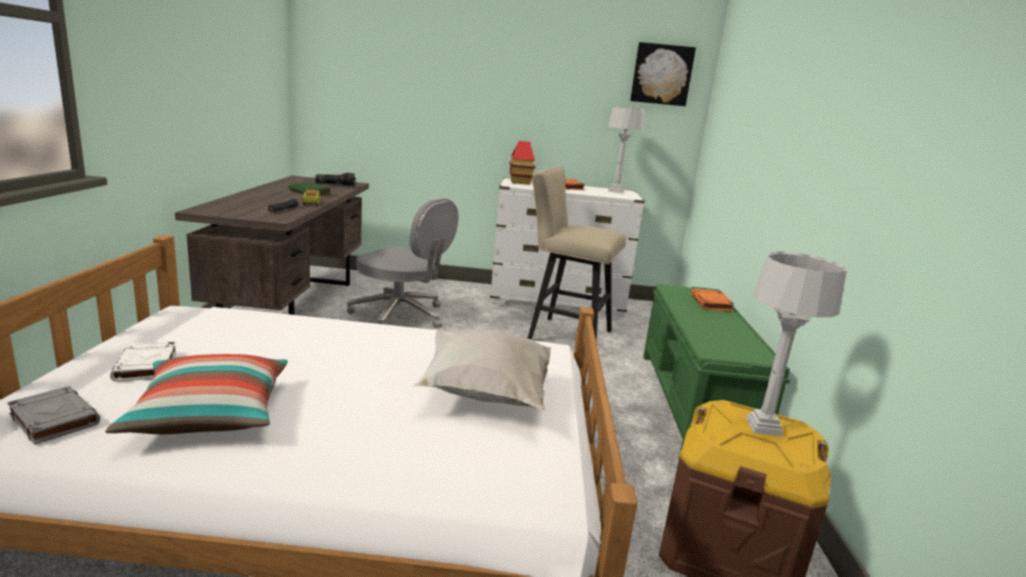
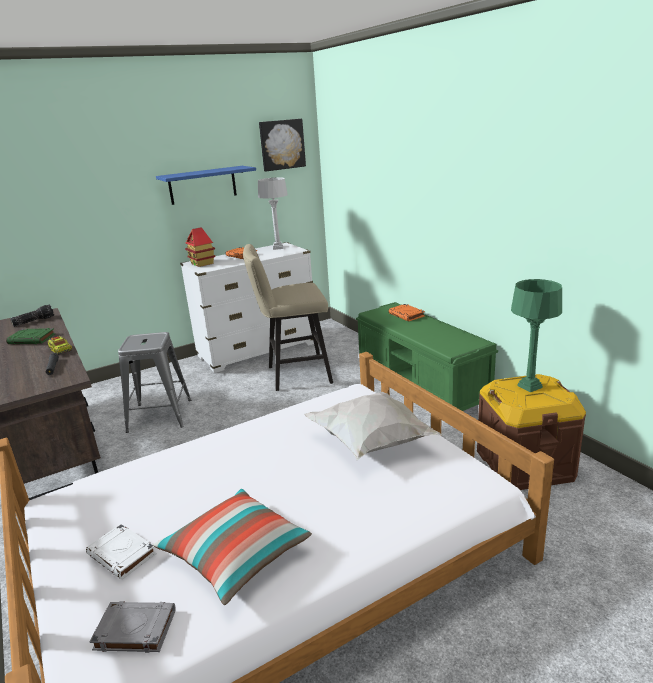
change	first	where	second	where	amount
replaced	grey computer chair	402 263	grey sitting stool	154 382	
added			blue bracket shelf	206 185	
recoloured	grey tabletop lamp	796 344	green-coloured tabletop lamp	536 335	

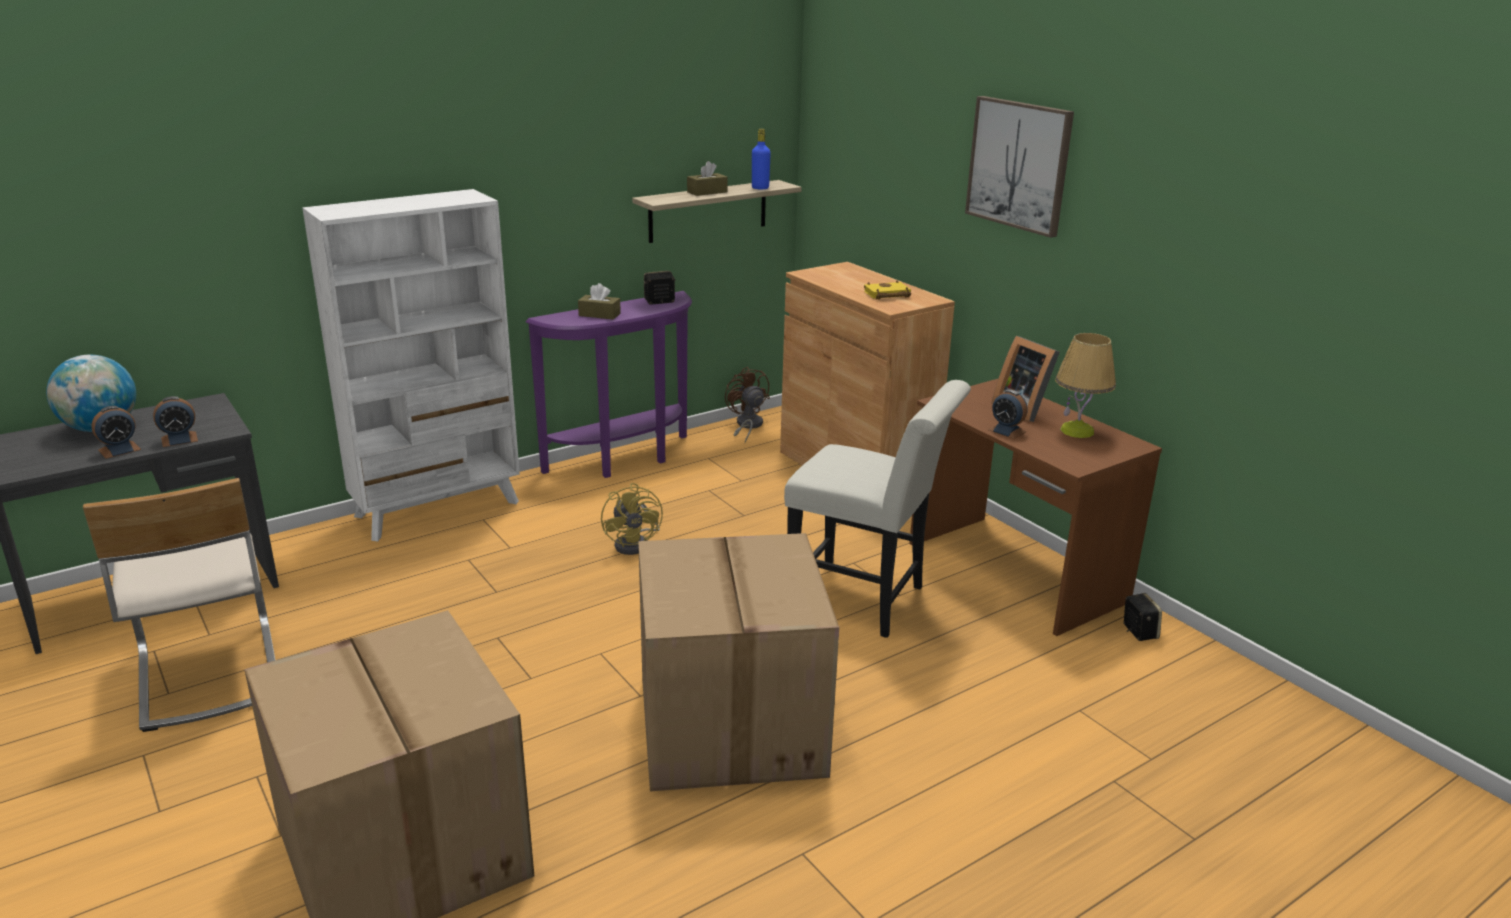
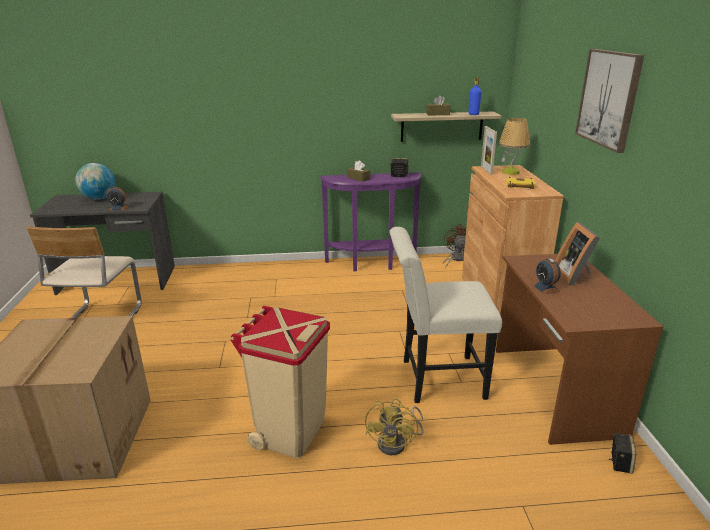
change	first	where	second	where	amount
replaced	cardboard box	738 662	beige-coloured trash can	280 382	
moved	yellow-coloured fan	632 519		394 426	
turned	whitish chair	877 509		445 315	120 degrees clockwise
added			standing frame	489 150	
moved	tabletop lamp	1085 385		514 146	
removed	table clock	116 432			
removed	whitish bookshelf	411 365			

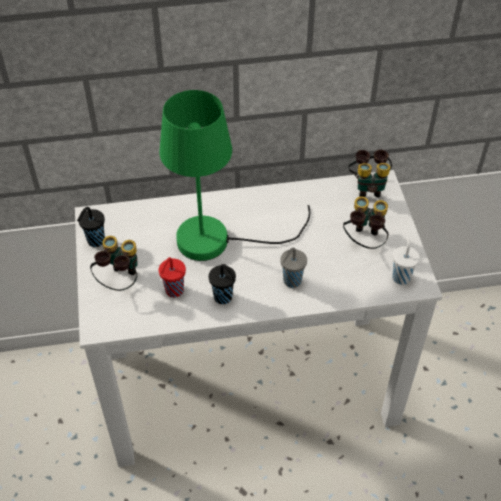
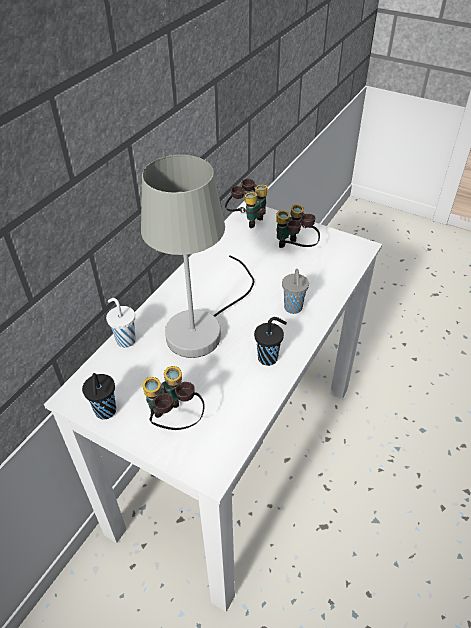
change	first	where	second	where	amount
moved	whitish cup	406 261		121 323	
recoloured	green-coloured tabletop lamp	234 175	grey tabletop lamp	197 256	
removed	reddish cup	172 277			

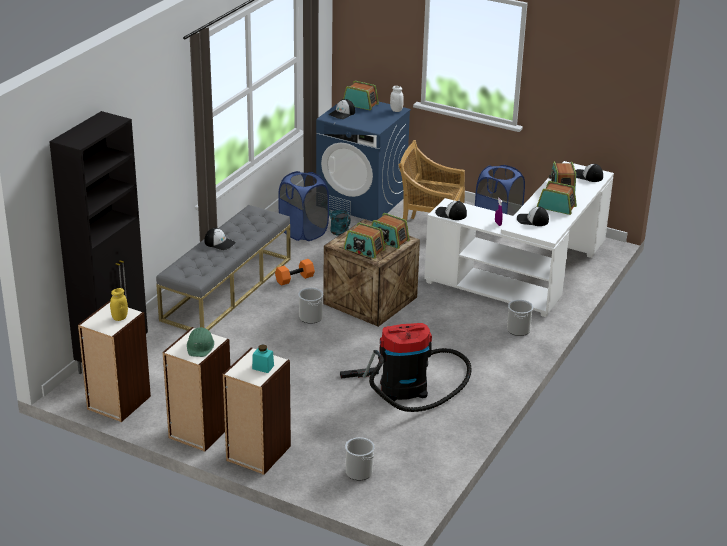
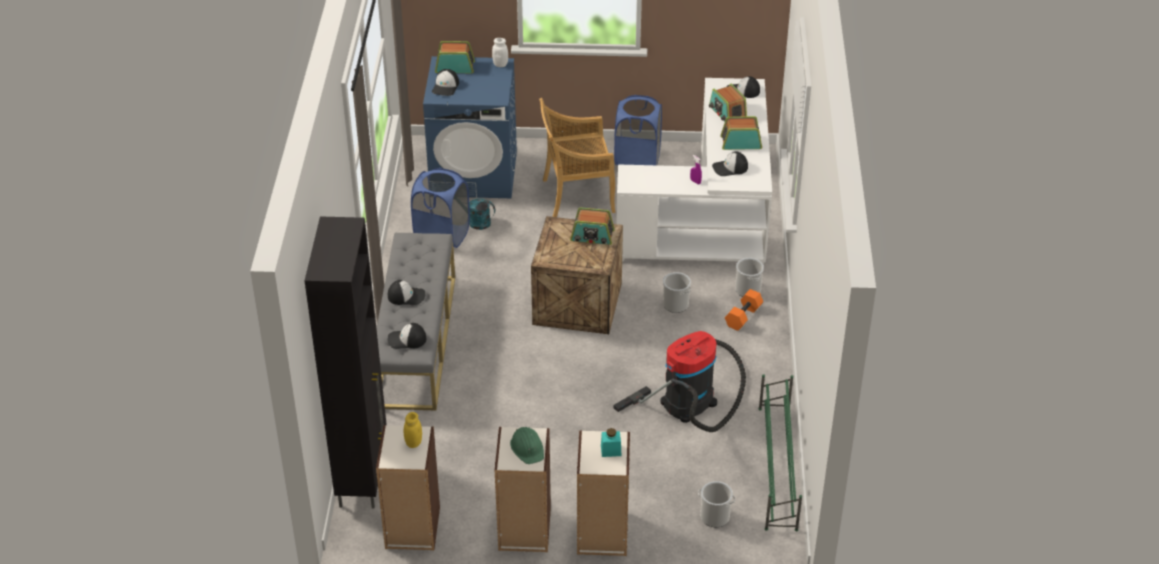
change	first	where	second	where	amount
moved	peaked cap	451 210		407 336	
moved	water bucket	310 306		677 292	
moved	orange-coloured dumbbell	295 272		744 310	
added			green-coloured shoe stand	780 452	
removed	radio set	364 240			

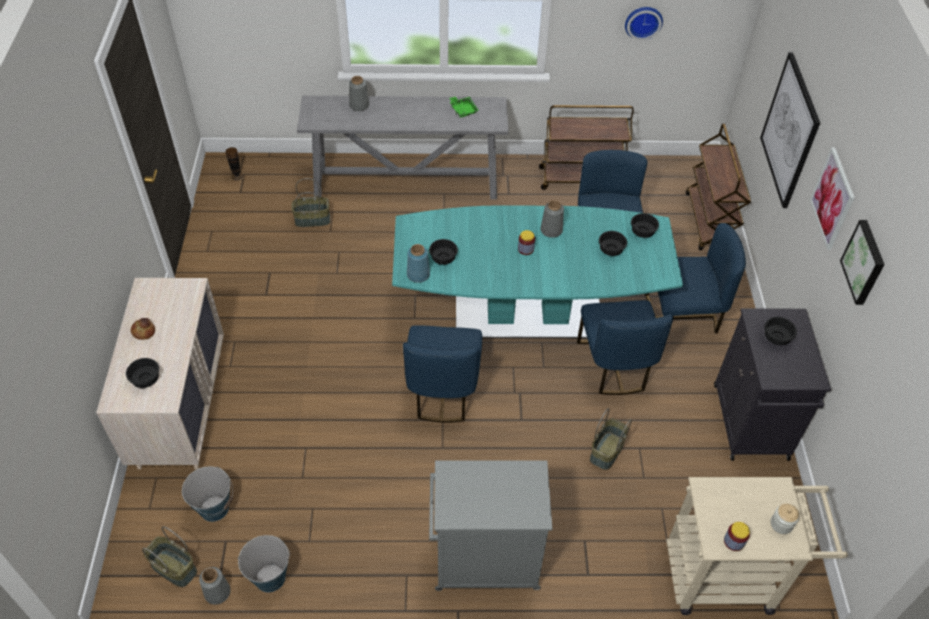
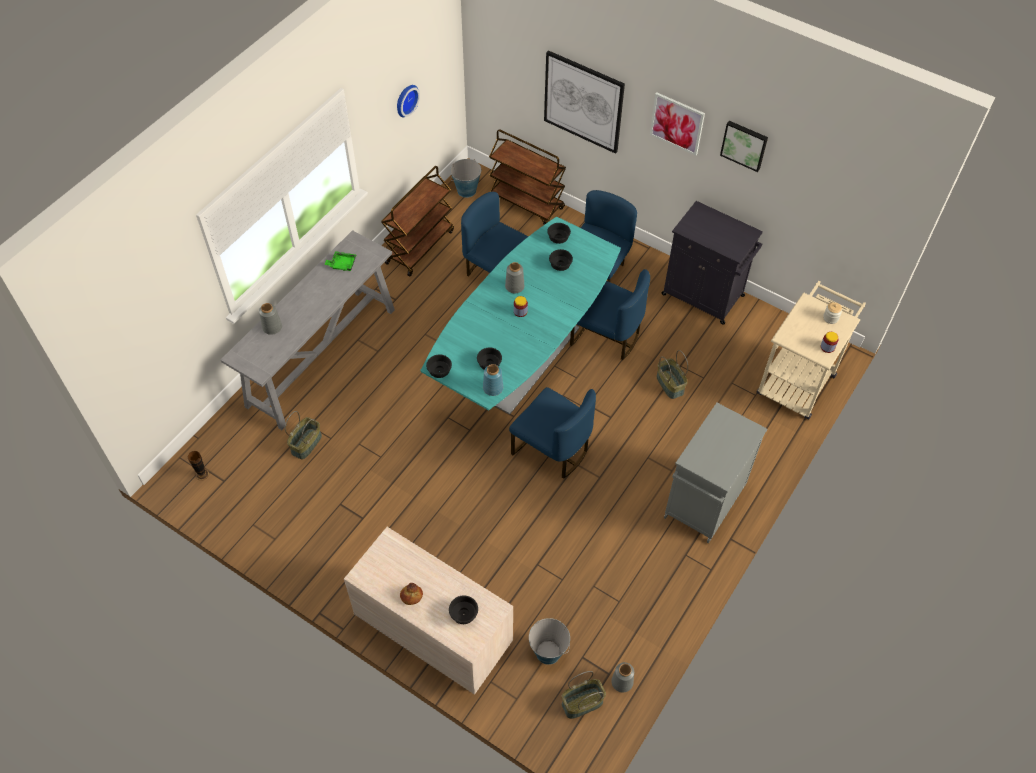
change	first	where	second	where	amount
moved	black bowl	781 331		439 366	
moved	water bucket	264 563		465 178	

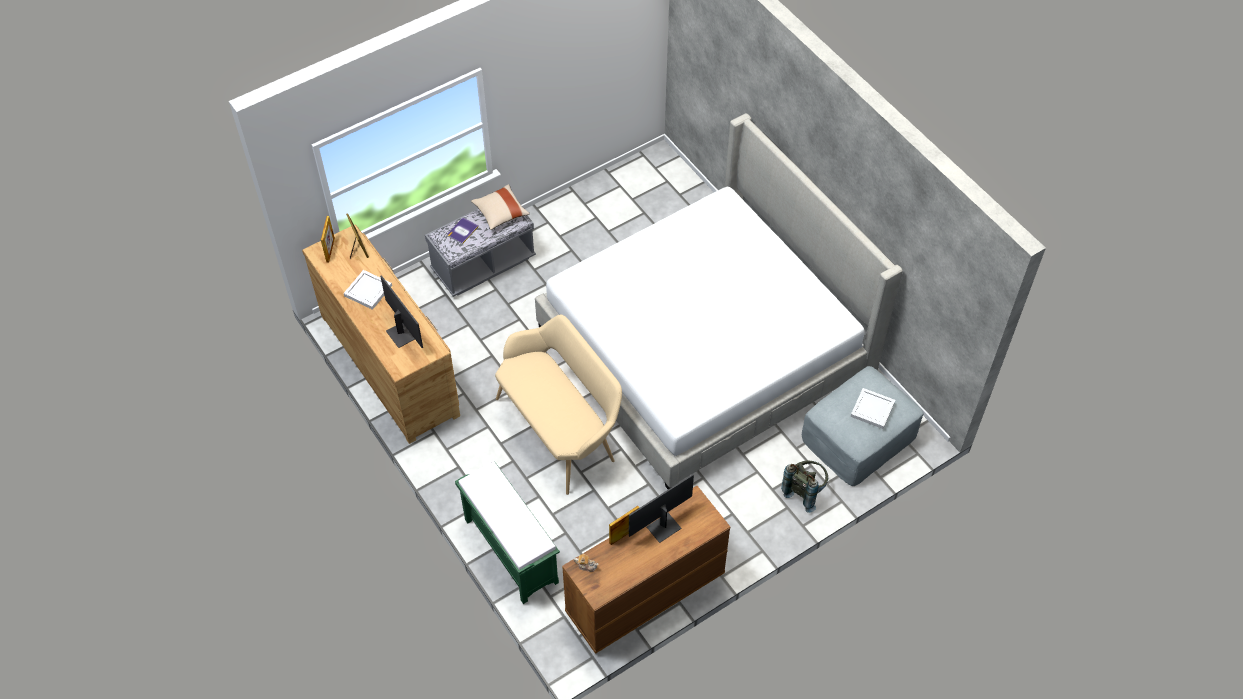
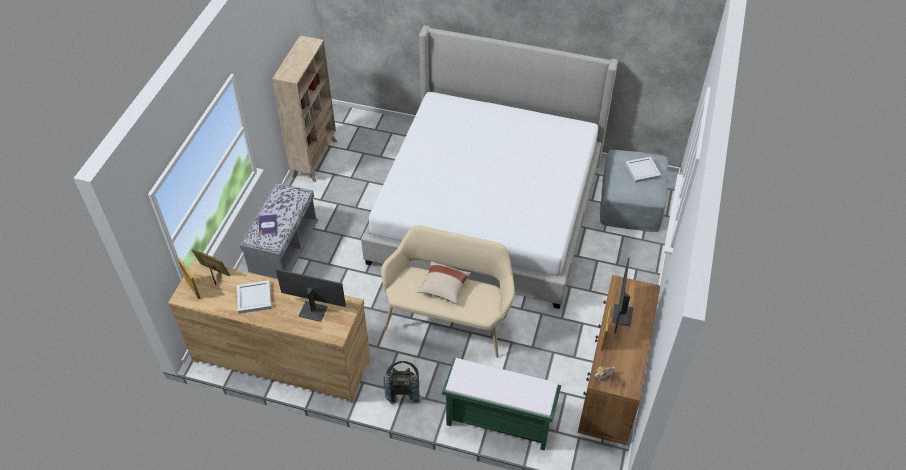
change	first	where	second	where	amount
added			beige-coloured bookshelf	304 108	
moved	grey knapsack	804 486		403 382	
moved	beige-coloured throw pillow	500 207		444 282	

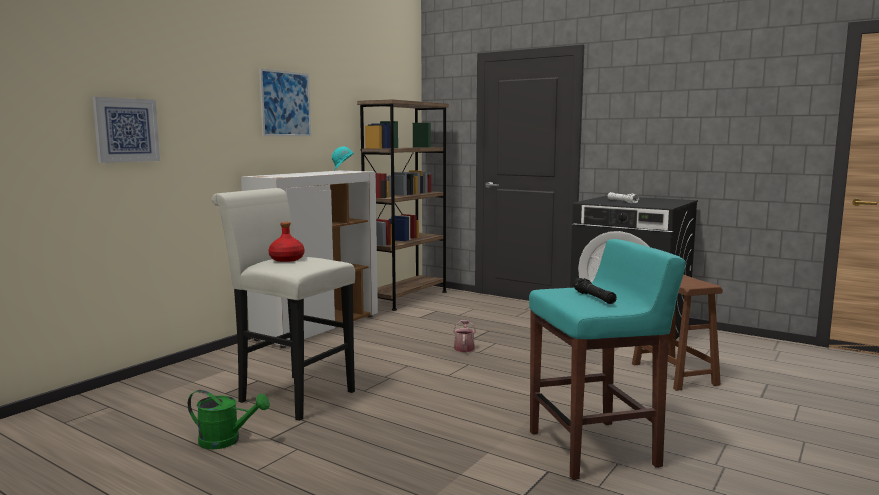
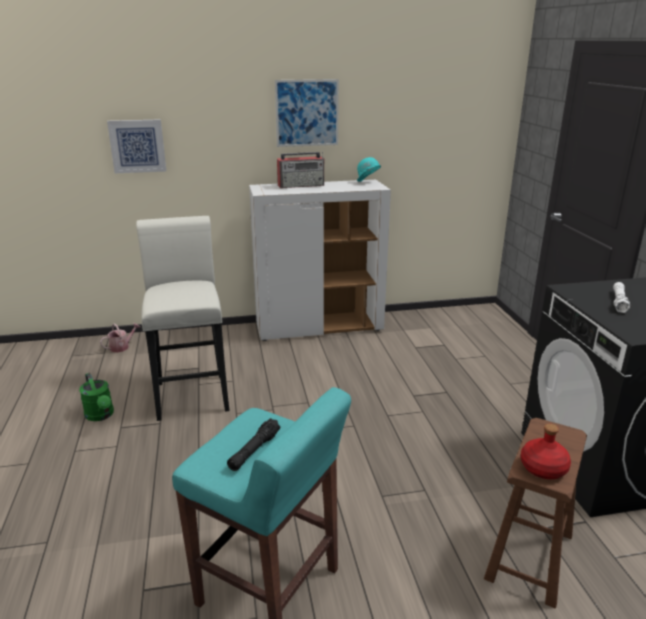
change	first	where	second	where	amount
moved	watering can	464 335		120 338	
added			radio set	300 169	
moved	reddish drink bottle	286 242		546 451	
removed	brownish bookshelf	403 205			

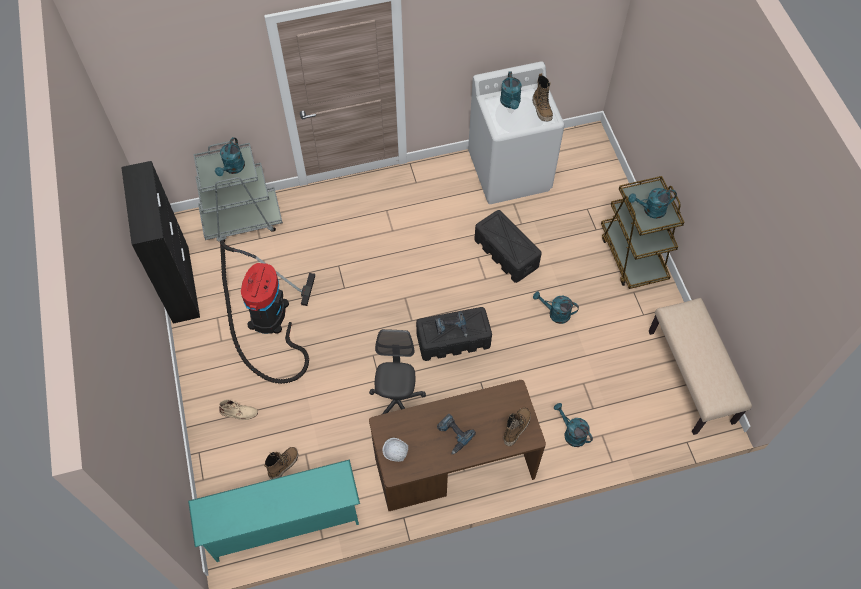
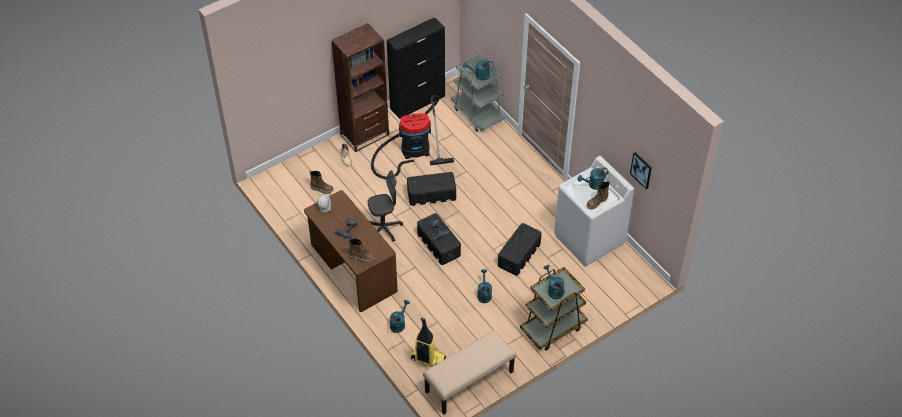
change	first	where	second	where	amount
added			brownish bookshelf	360 87	
added			black storage box	431 189	
added			vacuum	428 342	
added			wall picture	641 170	
removed	turquoise shoe stand	274 510			

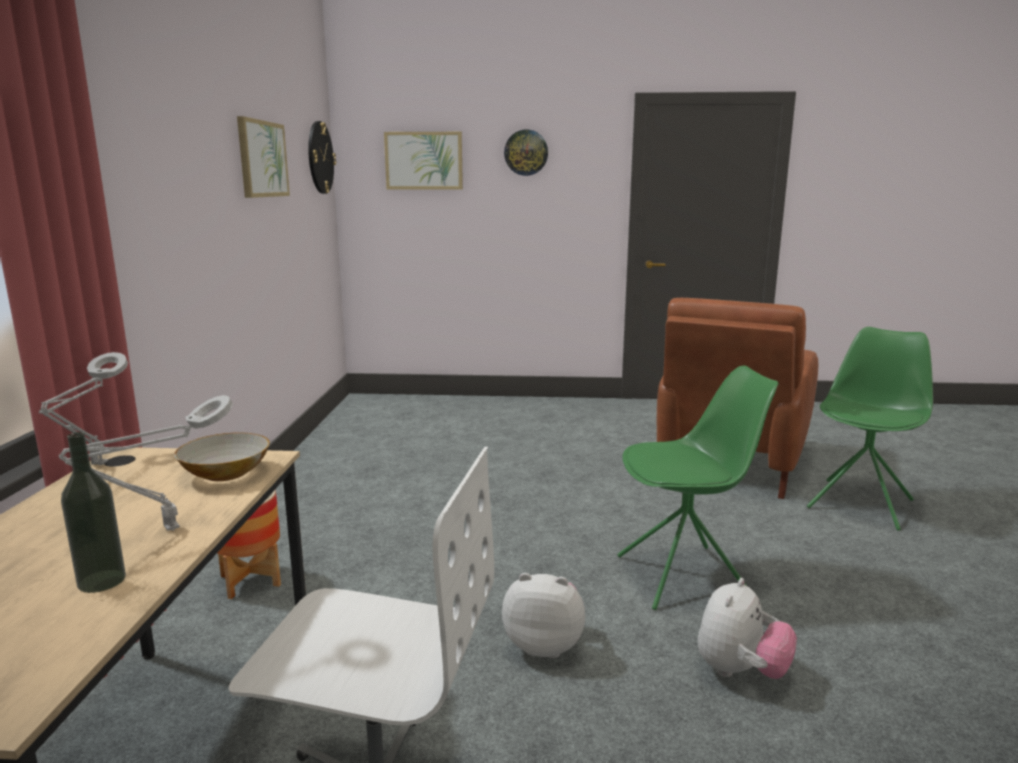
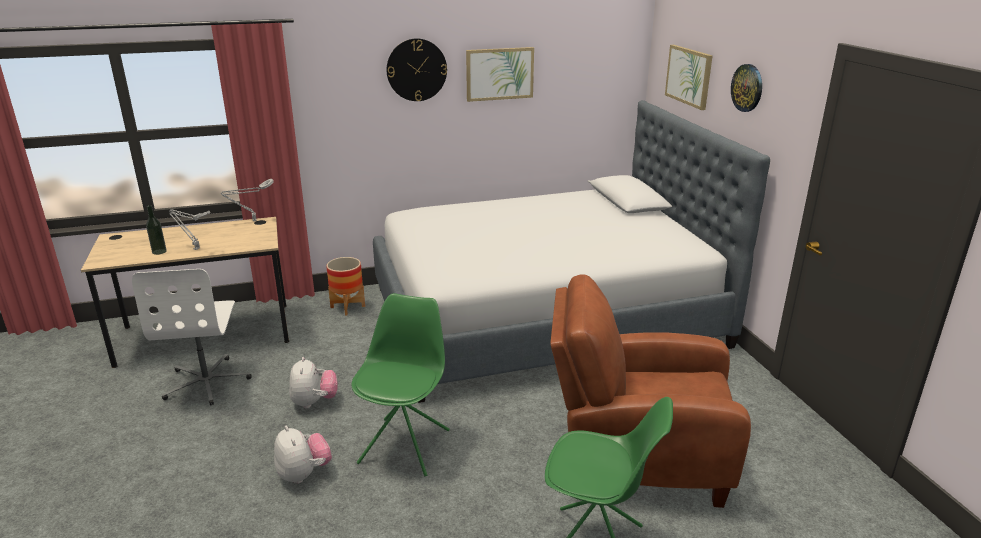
change	first	where	second	where	amount
turned	plush toy	747 628		303 455	135 degrees counterclockwise
turned	green-coloured chair	698 488		400 384	135 degrees counterclockwise
added			sleeping bed	571 251	
moved	clock on the wall	322 157		417 70	
removed	bowl	222 456			

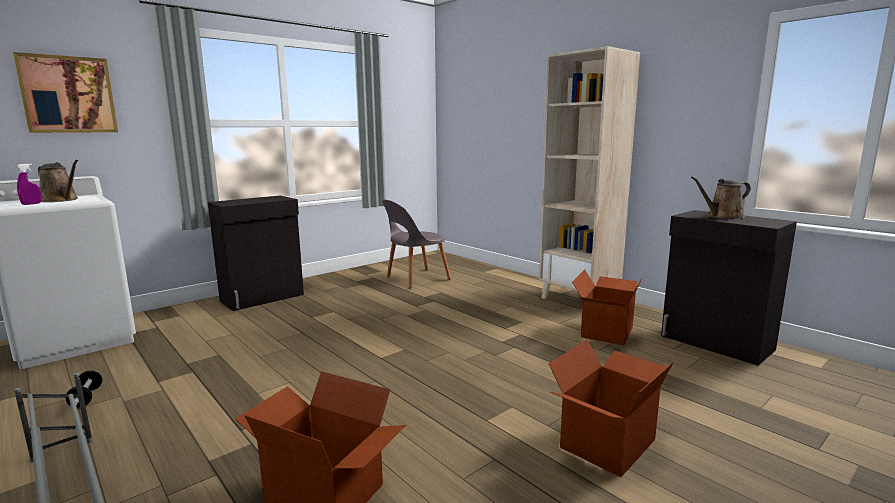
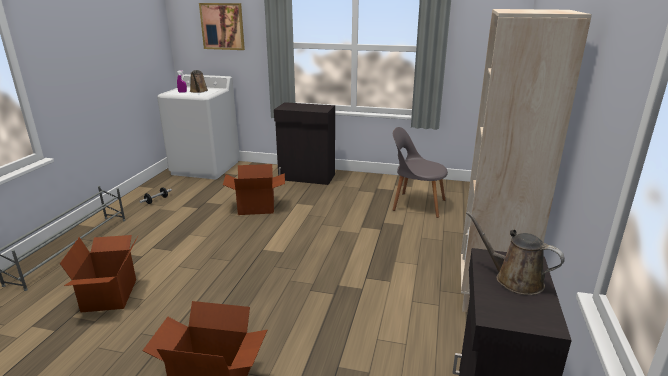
change	first	where	second	where	amount
moved	cardboard box	608 307		254 189	

